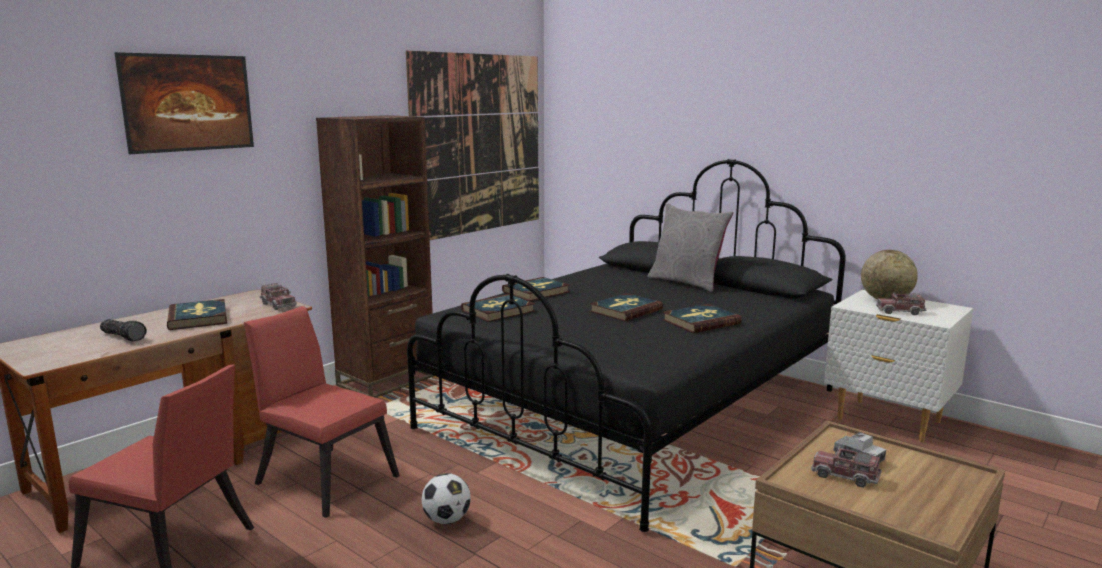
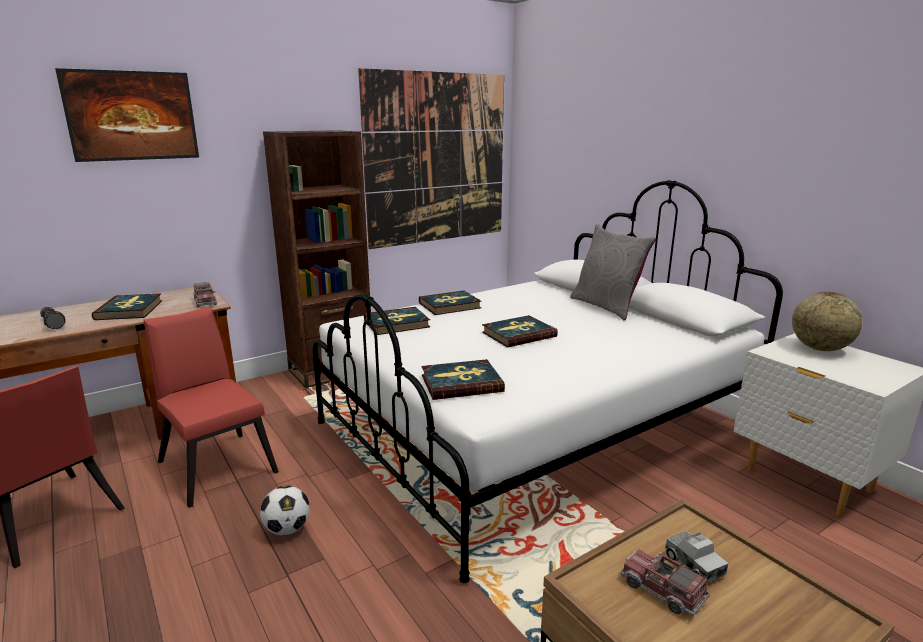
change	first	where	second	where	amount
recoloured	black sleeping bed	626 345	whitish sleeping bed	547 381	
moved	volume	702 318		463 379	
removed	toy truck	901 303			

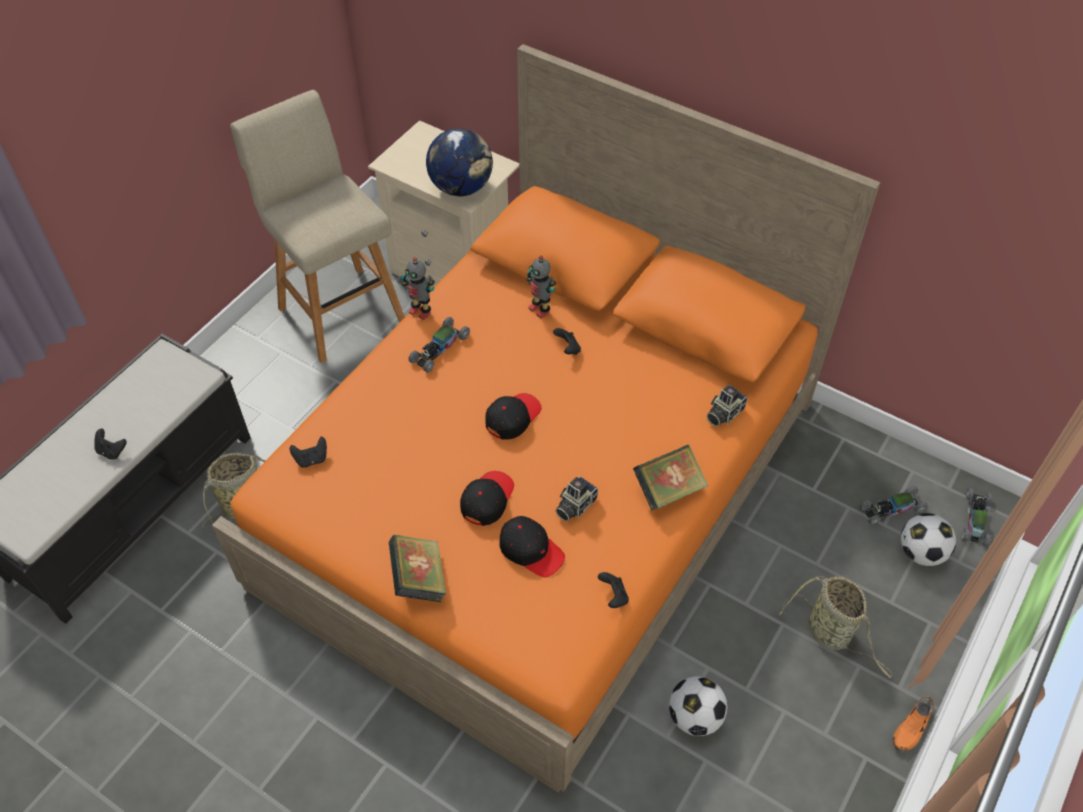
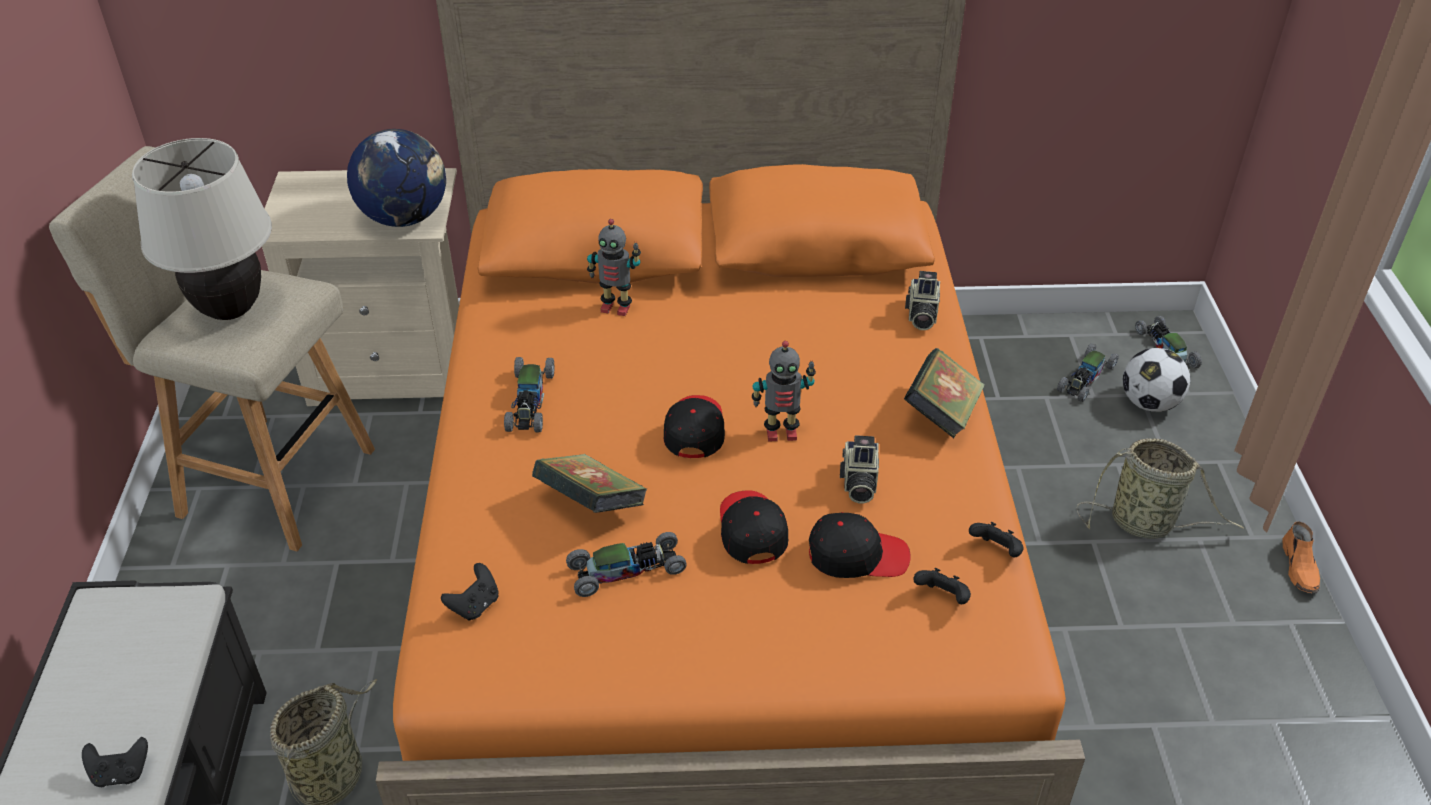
change	first	where	second	where	amount
added			beige-coloured tabletop lamp	202 229	
moved	volume	417 568		589 483	
added			toy car	626 564	
moved	robot figure	418 288		784 391	
moved	black game controller	567 341		942 586	
removed	football ball	698 706			

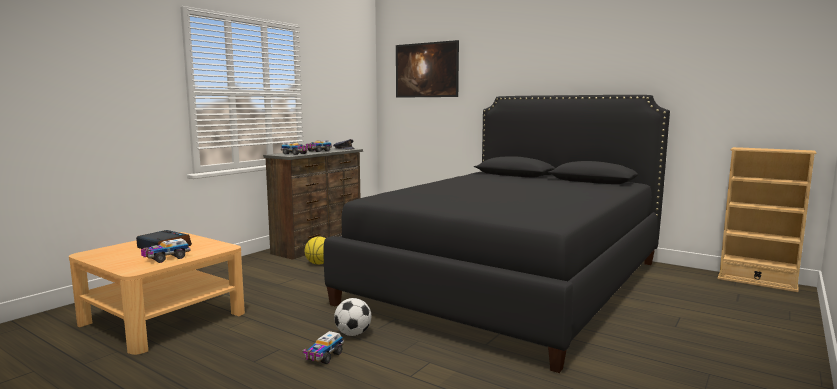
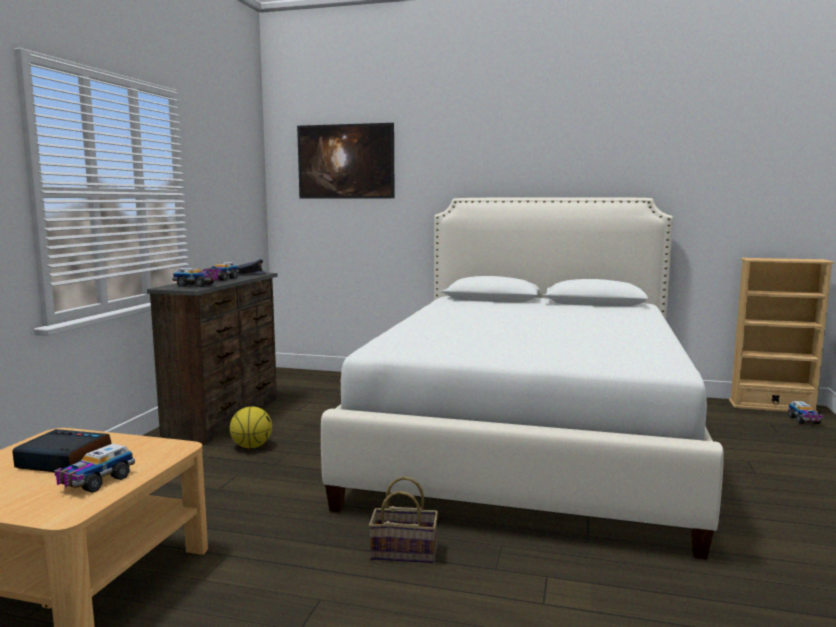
change	first	where	second	where	amount
recoloured	black sleeping bed	497 234	whitish sleeping bed	522 378	
replaced	football ball	352 317	storage basket	403 520	
moved	toy truck	323 347		805 412	

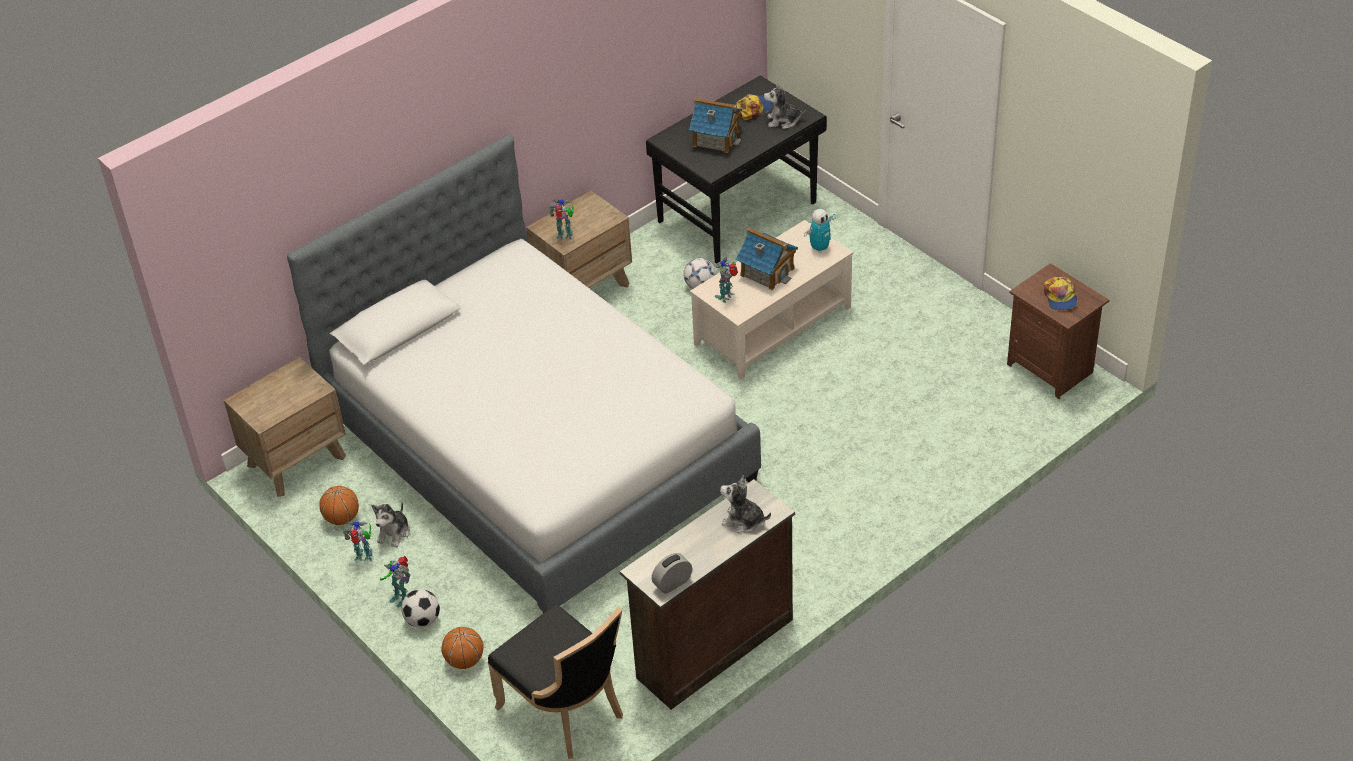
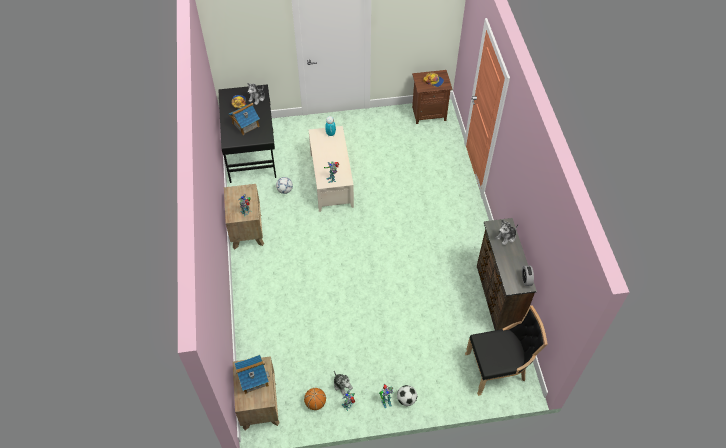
change	first	where	second	where	amount
moved	toy house	767 258		252 374	
removed	sleeping bed	524 374			
removed	basketball ball	462 648			

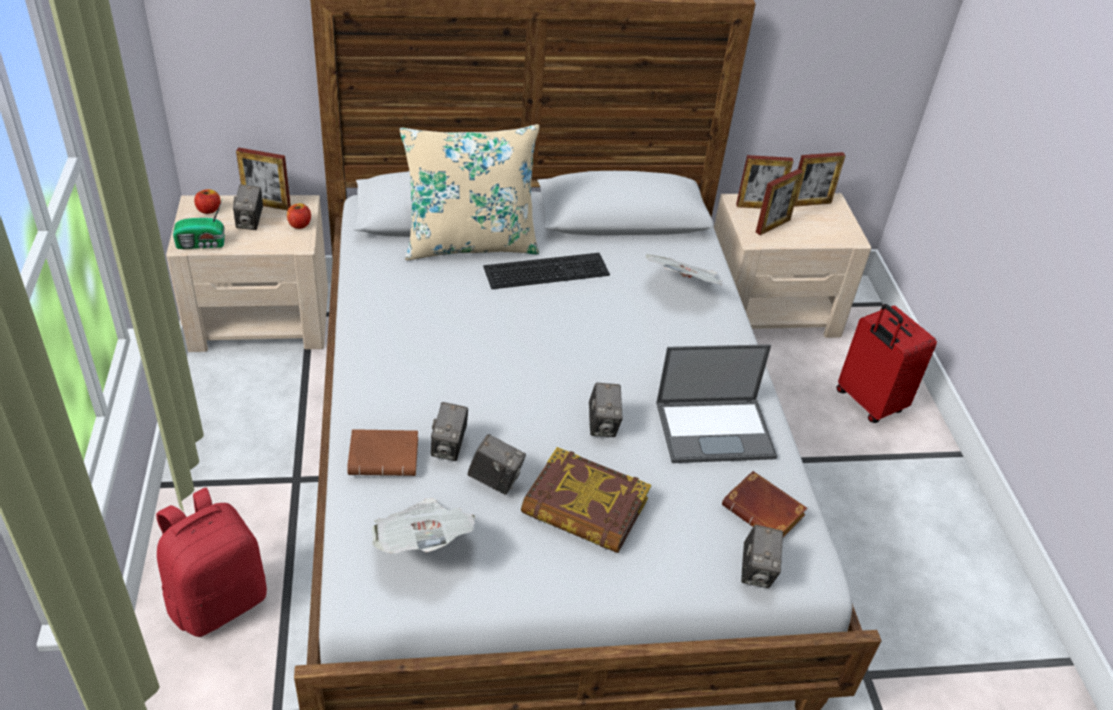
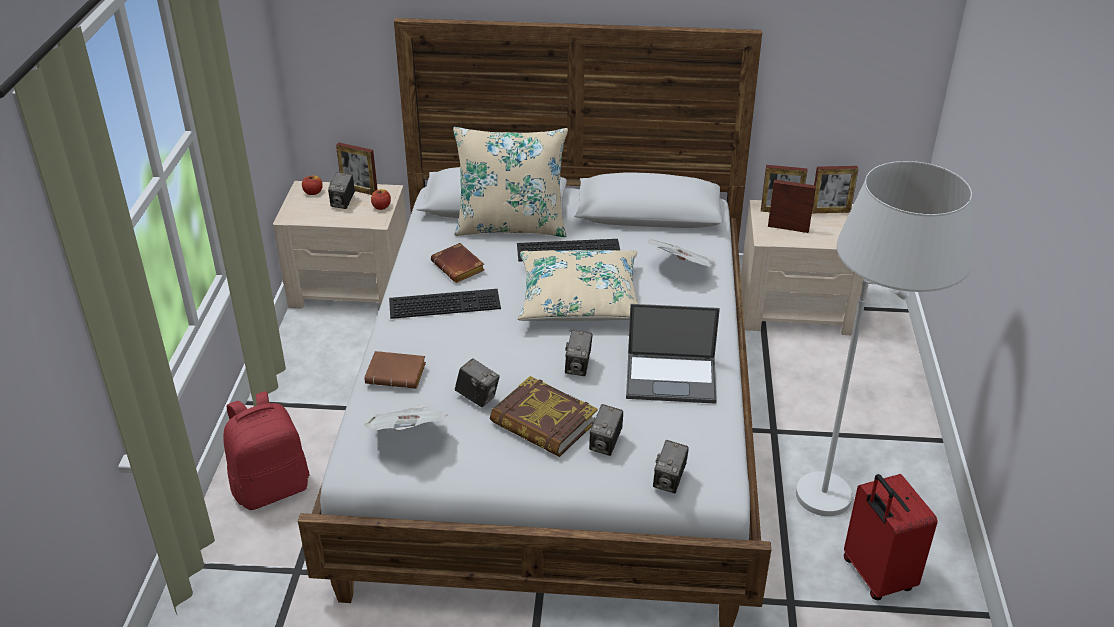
change	first	where	second	where	amount
added			computer keyboard	445 304	
moved	brownish volume	765 504		458 263	
added			beige-coloured throw pillow	577 285	
moved	still camera	449 431		606 430	
turned	standing frame	779 202		792 206	135 degrees counterclockwise
added			whitish standing lamp	884 338	
moved	reddish piece of luggage	886 363		890 537	
removed	radio set	199 224			

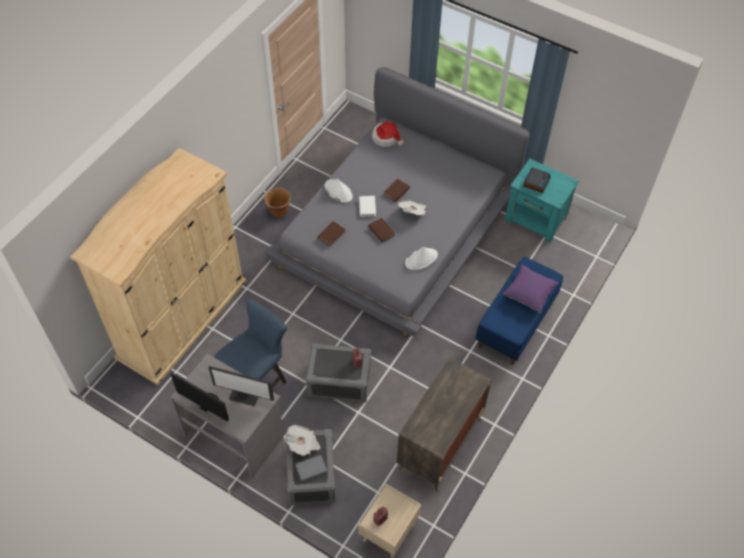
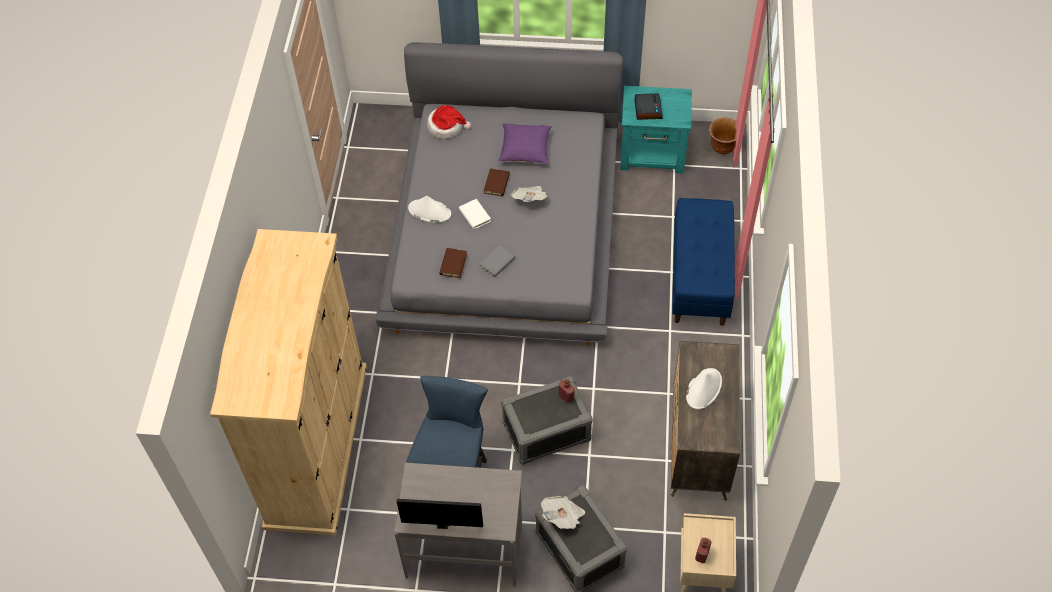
change	first	where	second	where	amount
moved	grey volume	311 468		497 261	
moved	purple throw pillow	530 288		525 143	
moved	whitish hat	421 258		704 389	
moved	brownish flower pot	277 202		723 136	
removed	monitor	241 386			
removed	brownish volume	381 230			

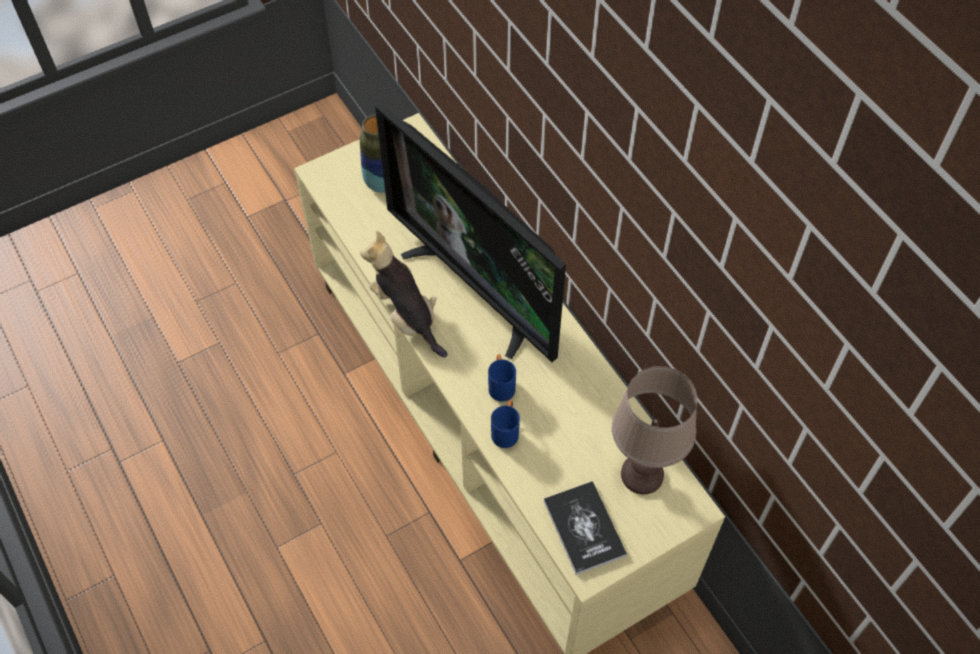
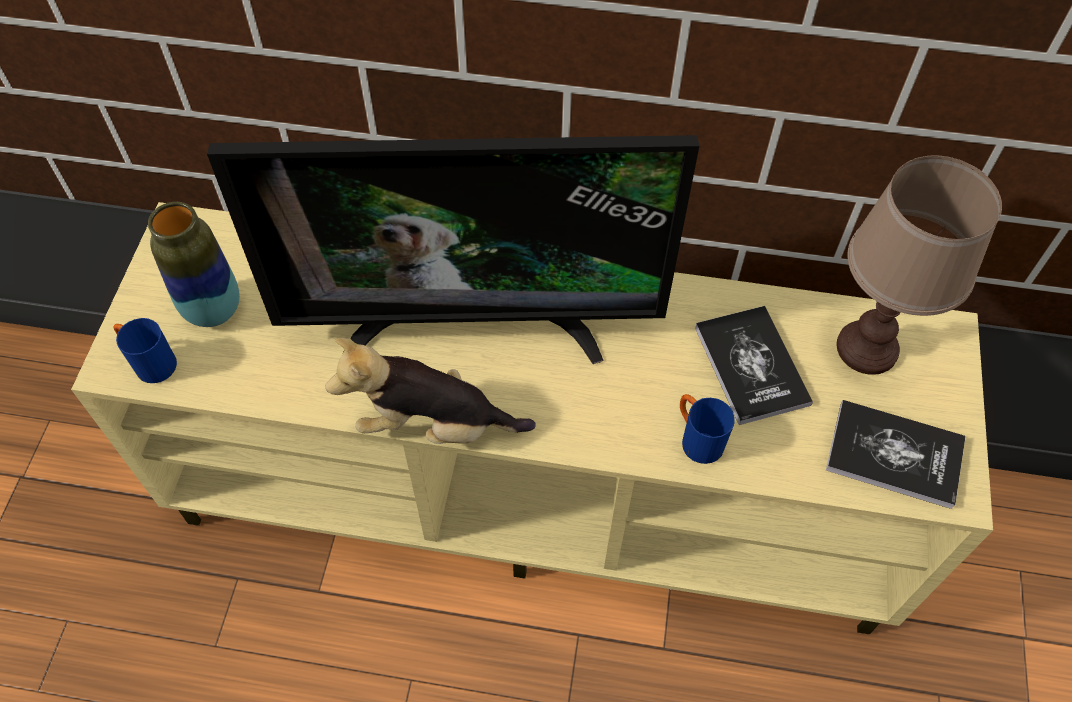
change	first	where	second	where	amount
moved	blue mug	502 378		145 350	
added			volume	754 365	

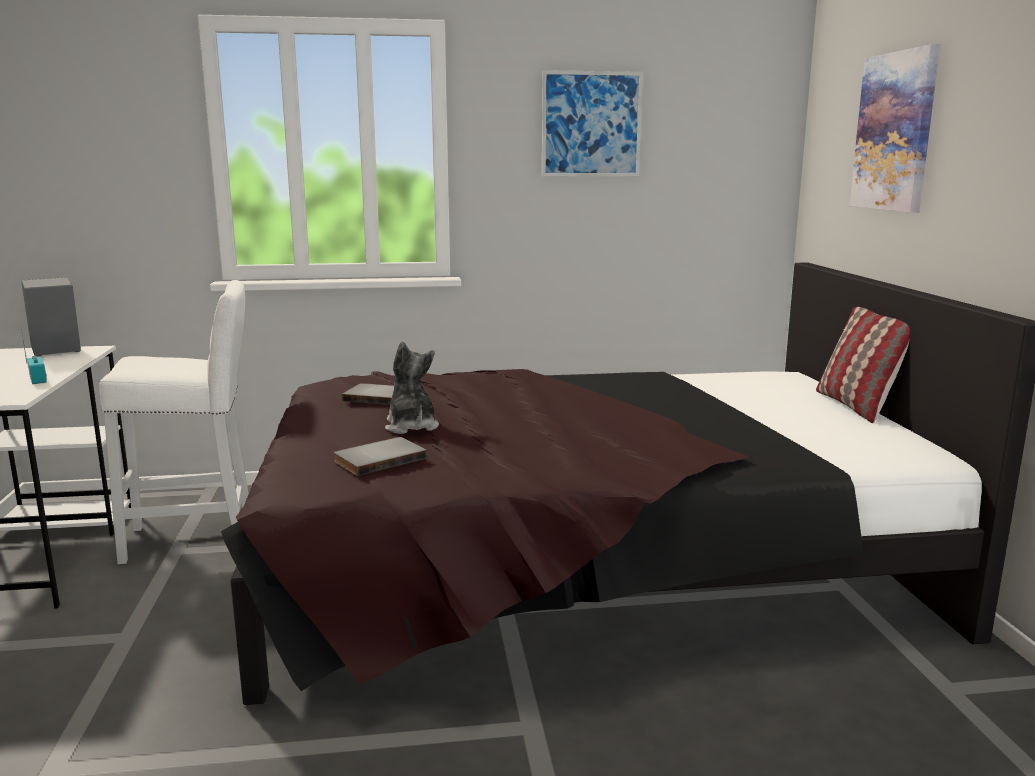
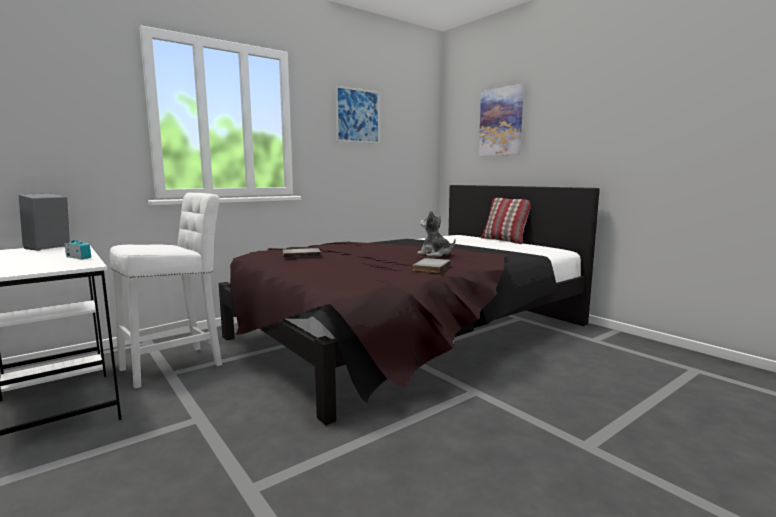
change	first	where	second	where	amount
moved	grey volume	380 456		432 265	
moved	plush toy	412 388		436 233	

